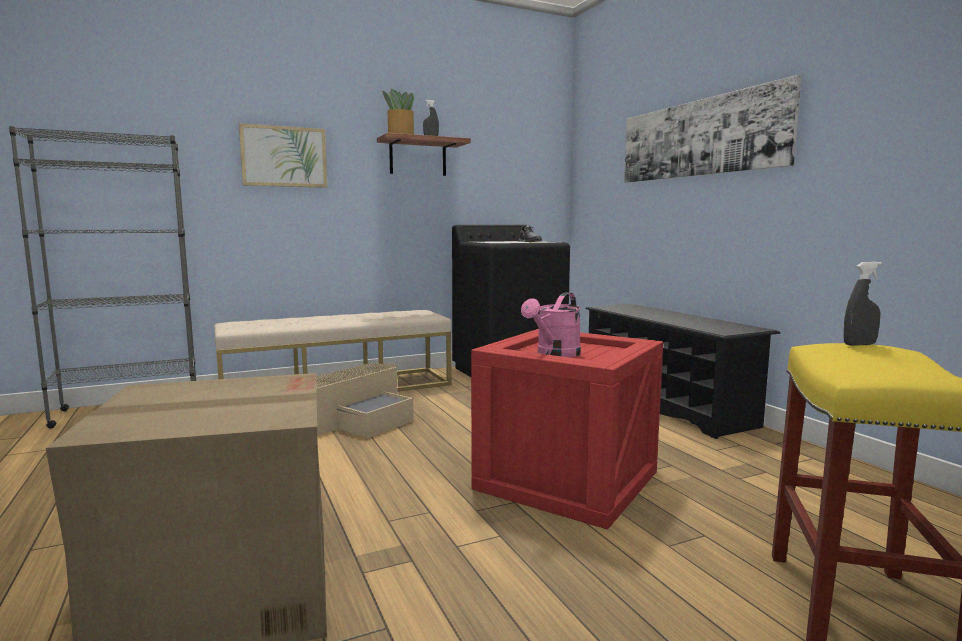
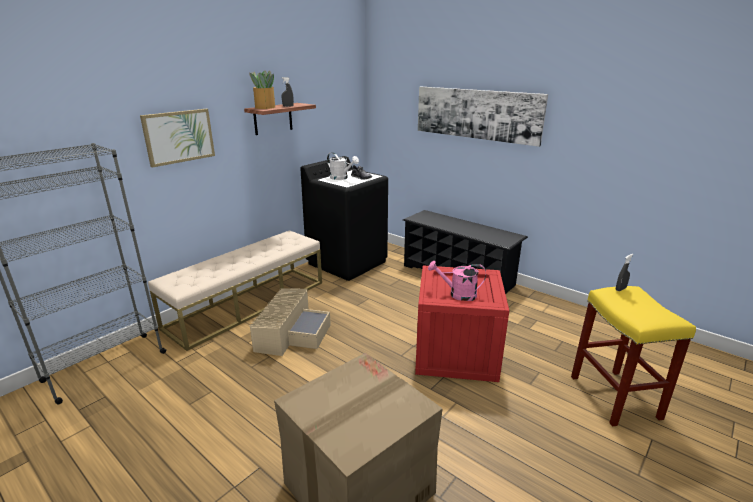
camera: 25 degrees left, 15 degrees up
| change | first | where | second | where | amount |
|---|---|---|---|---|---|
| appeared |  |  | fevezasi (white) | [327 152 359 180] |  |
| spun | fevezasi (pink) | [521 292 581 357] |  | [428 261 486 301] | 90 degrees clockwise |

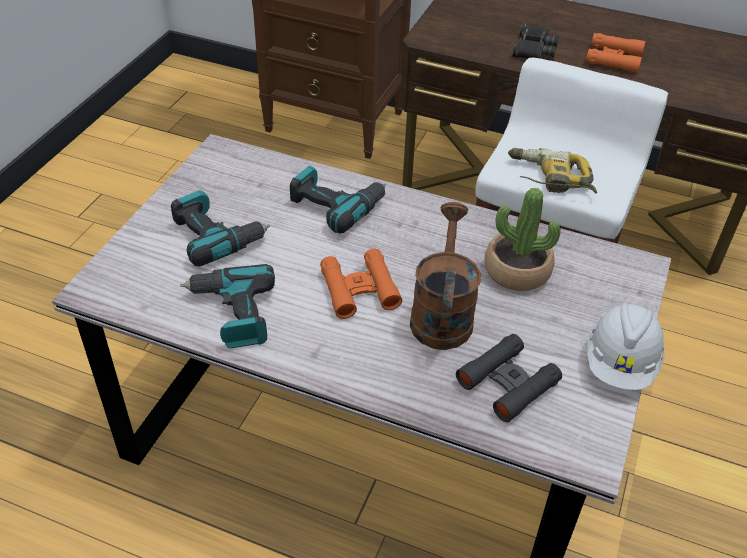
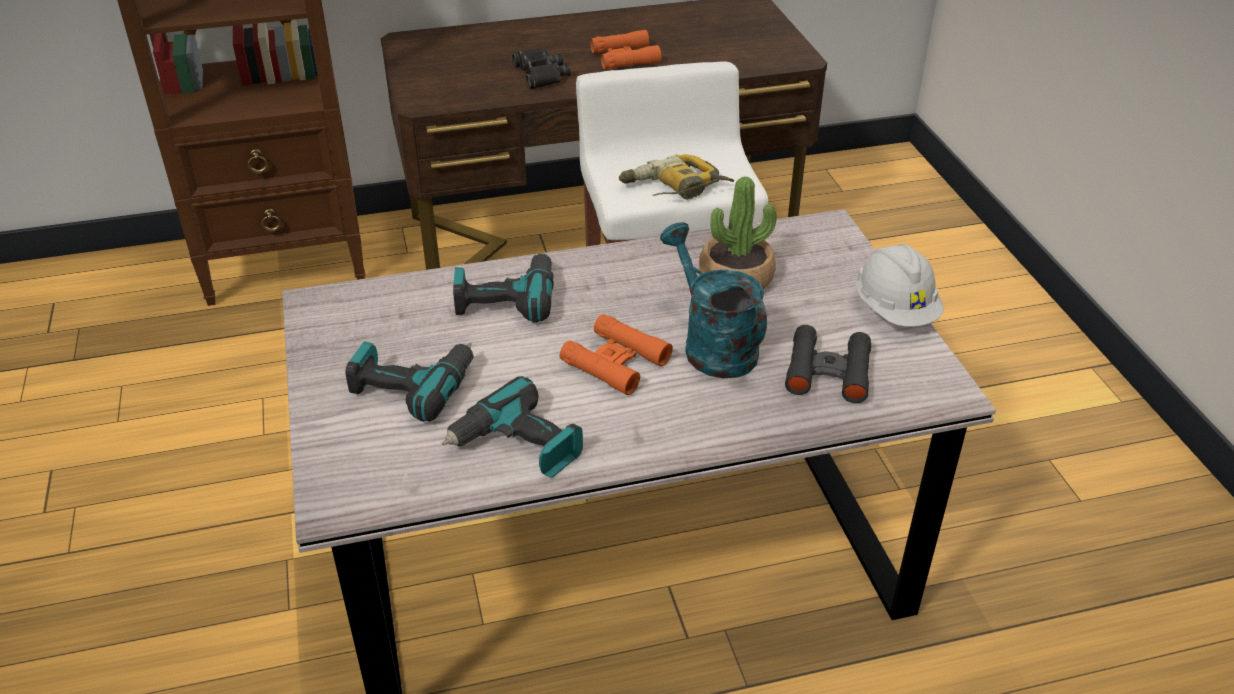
camera: 35 degrees left, 5 degrees down
| change | first | where | second | where | amount |
|---|---|---|---|---|---|
| colour | fevezasi (brown) | [410 202 481 350] | fevezasi (turquoise) | [660 222 767 378] |  |

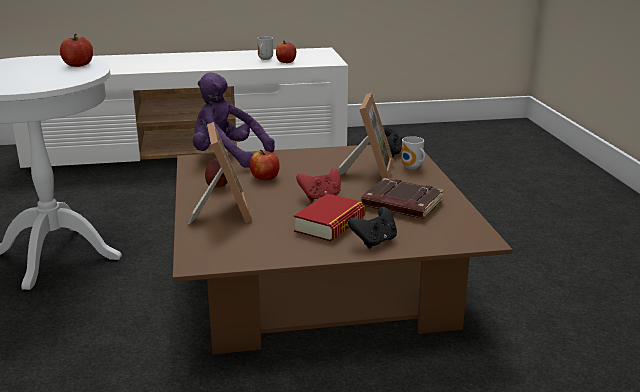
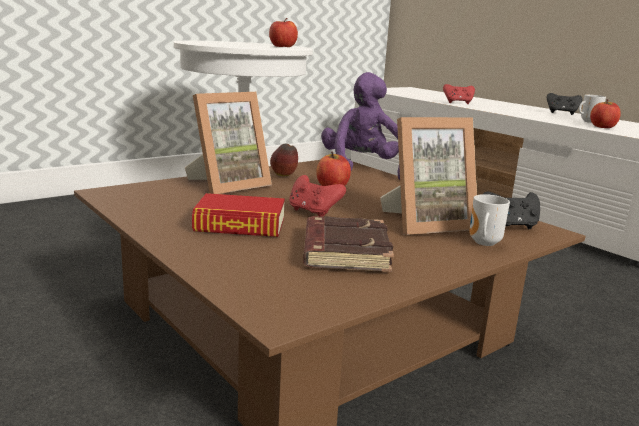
camera: 60 degrees right, 5 degrees down
| change | first | where | second | where | amount |
|---|---|---|---|---|---|
| appeared |  |  | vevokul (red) | [443 84 475 104] |  |
| relocated | vevokul (black) | [348 207 397 248] |  | [547 93 583 115] |  |

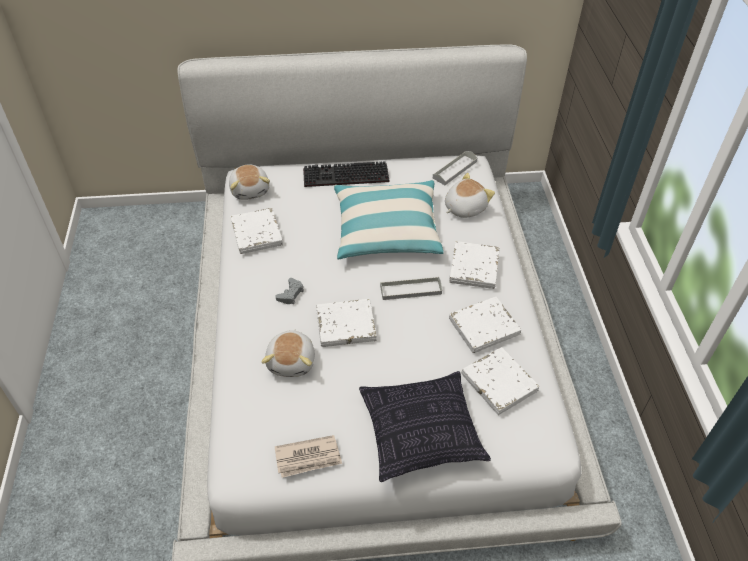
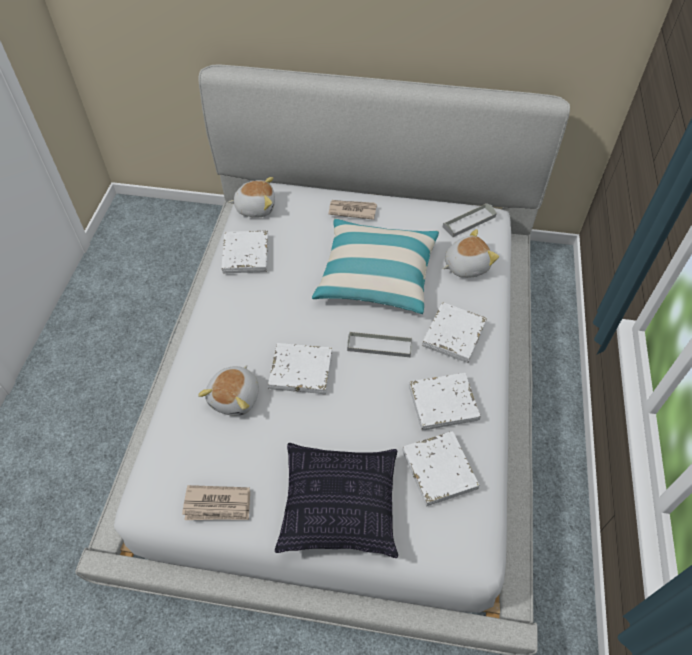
camera: 15 degrees right, 5 degrees up
| change | first | where | second | where | amount |
|---|---|---|---|---|---|
| missing | vevokul (grey) | [276 278 304 304] |  |  |  |
| exchanged | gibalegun | [303 161 389 187] | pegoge | [329 200 377 220] |  |
| spun | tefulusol | [229 165 270 200] |  | [228 177 275 217] | 90 degrees counterclockwise |

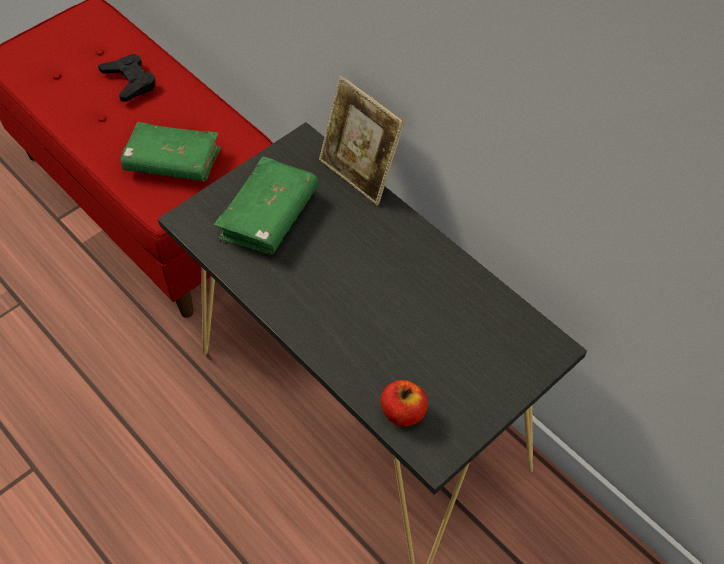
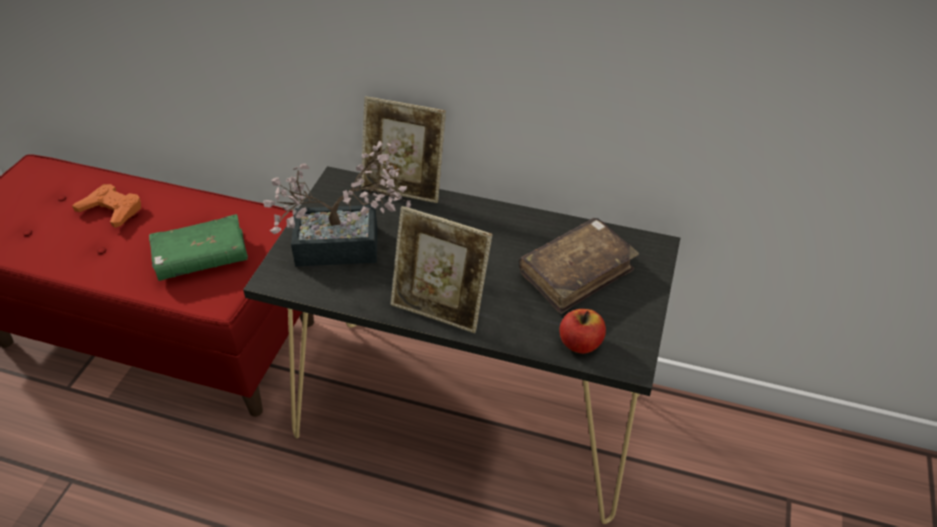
camera: 30 degrees left, 10 degrees down
| change | first | where | second | where | amount |
|---|---|---|---|---|---|
| appeared |  |  | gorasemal | [391 206 492 333] |  |
| appeared |  |  | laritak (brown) | [519 218 639 314] |  |
| exchanged | laritak (green) | [214 157 319 255] | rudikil | [263 140 411 266] |  |
| colour | vevokul (black) | [98 54 155 101] | vevokul (orange) | [72 184 141 228] |  |

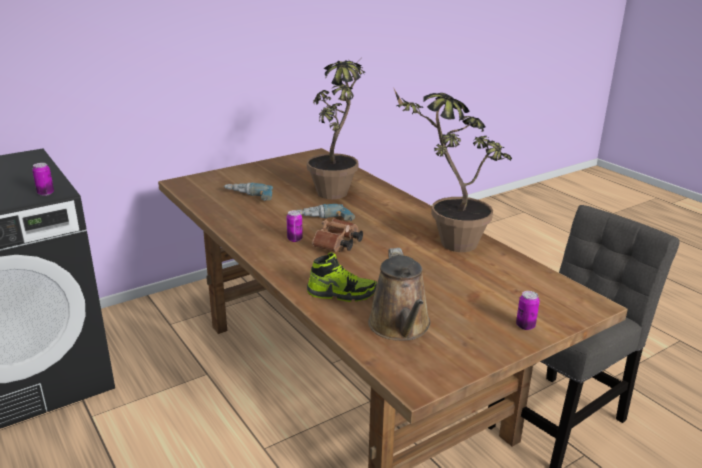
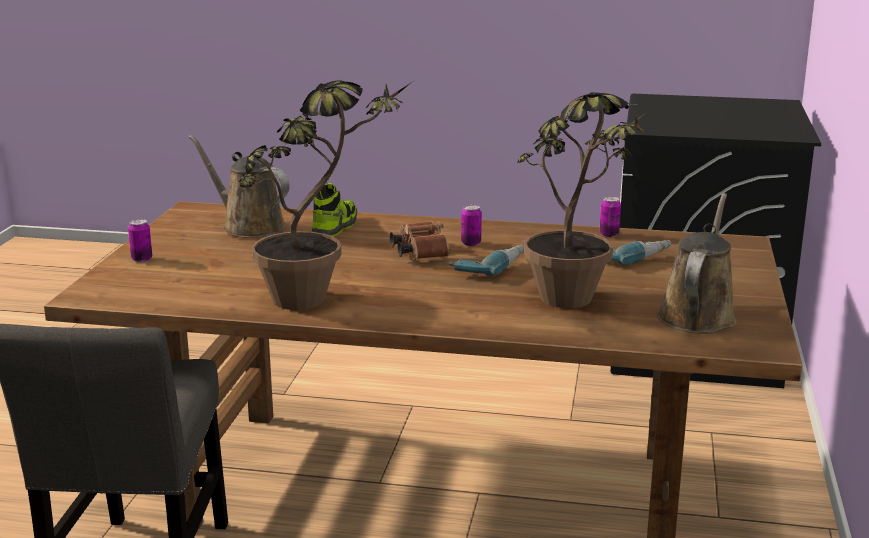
camera: 135 degrees right, 5 degrees down
| change | first | where | second | where | amount |
|---|---|---|---|---|---|
| appeared |  |  | fevezasi (brown) | [657 193 736 334] |  |
| relocated | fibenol | [32 163 54 196] |  | [600 196 621 237] |  |
| spun | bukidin | [307 252 377 302] |  | [312 183 357 237] | 150 degrees clockwise |

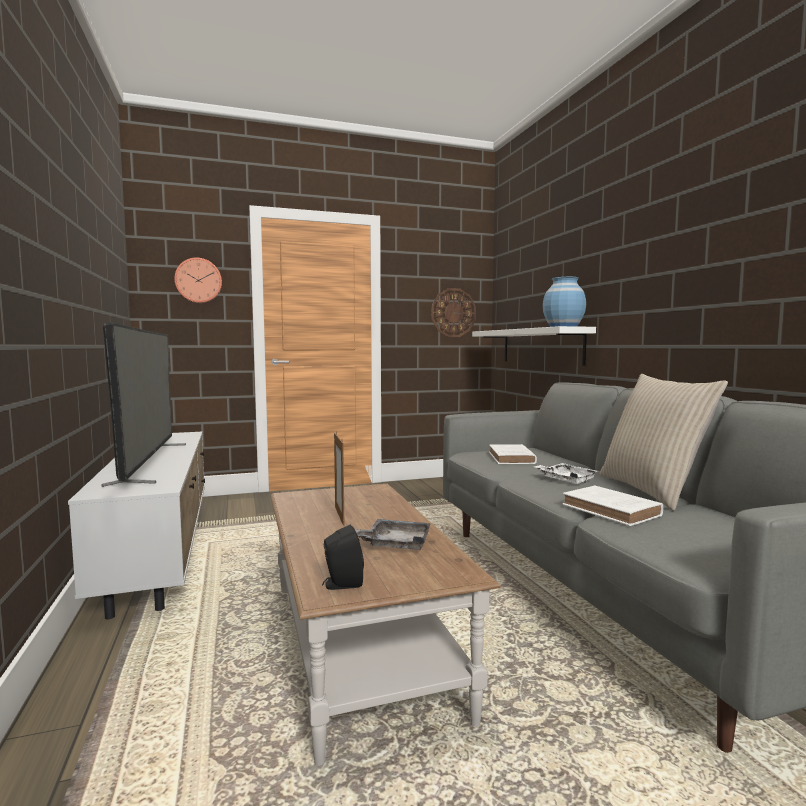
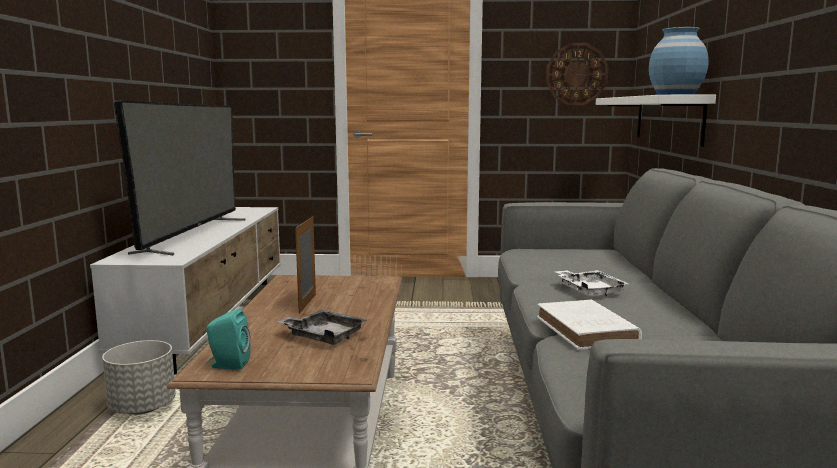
camera: 20 degrees right, 5 degrees up
| change | first | where | second | where | amount |
|---|---|---|---|---|---|
| missing | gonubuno | [174 258 222 303] |  |  |  |
| missing | laritak (white) | [489 444 537 464] |  |  |  |
| missing | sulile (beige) | [599 374 728 511] |  |  |  |
| appeared |  |  | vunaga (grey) | [102 340 176 415] |  |
| colour | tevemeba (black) | [322 525 364 590] | tevemeba (turquoise) | [206 308 250 370] |  |

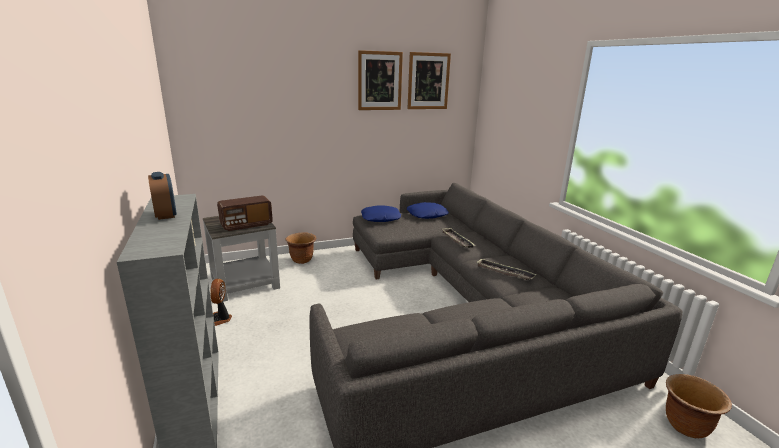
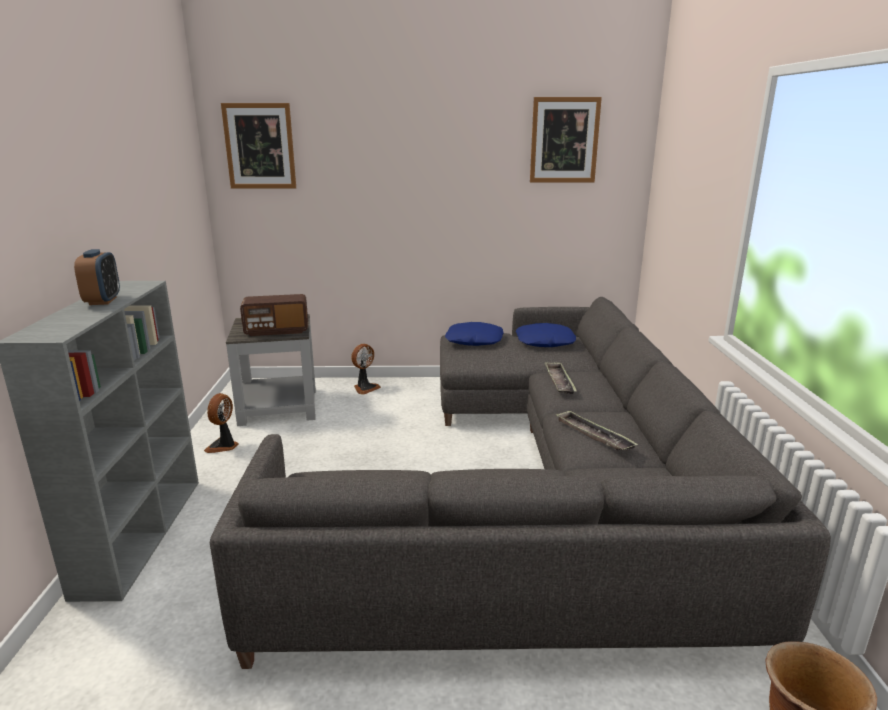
camera: 20 degrees right, 0 degrees up
| change | first | where | second | where | amount |
|---|---|---|---|---|---|
| relocated | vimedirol | [358 50 403 110] |  | [221 103 296 189] |  |
| exchanged | vunaga (brown) | [285 232 316 264] | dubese | [351 344 381 395] |  |

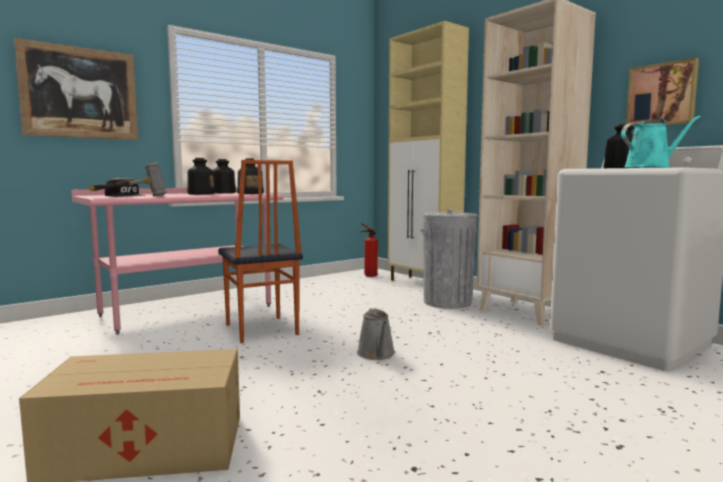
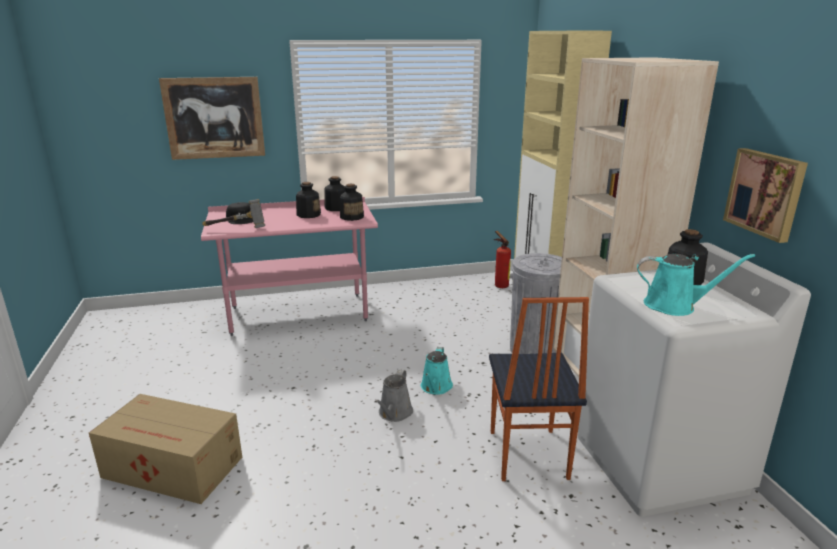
camera: 25 degrees right, 15 degrees up
| change | first | where | second | where | amount |
|---|---|---|---|---|---|
| appeared |  |  | fevezasi (turquoise) | [421 347 453 395] |  |
| relocated | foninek | [218 160 303 344] |  | [489 297 589 481] |  |

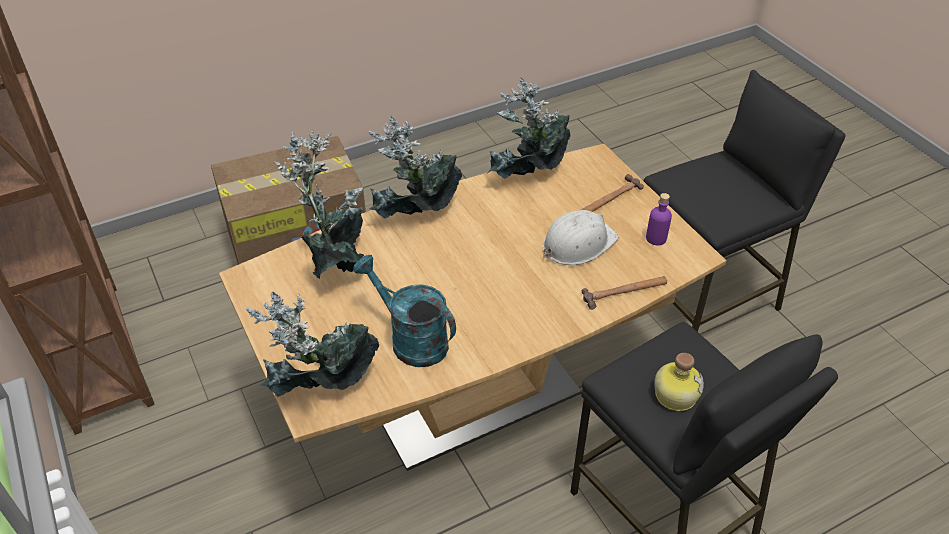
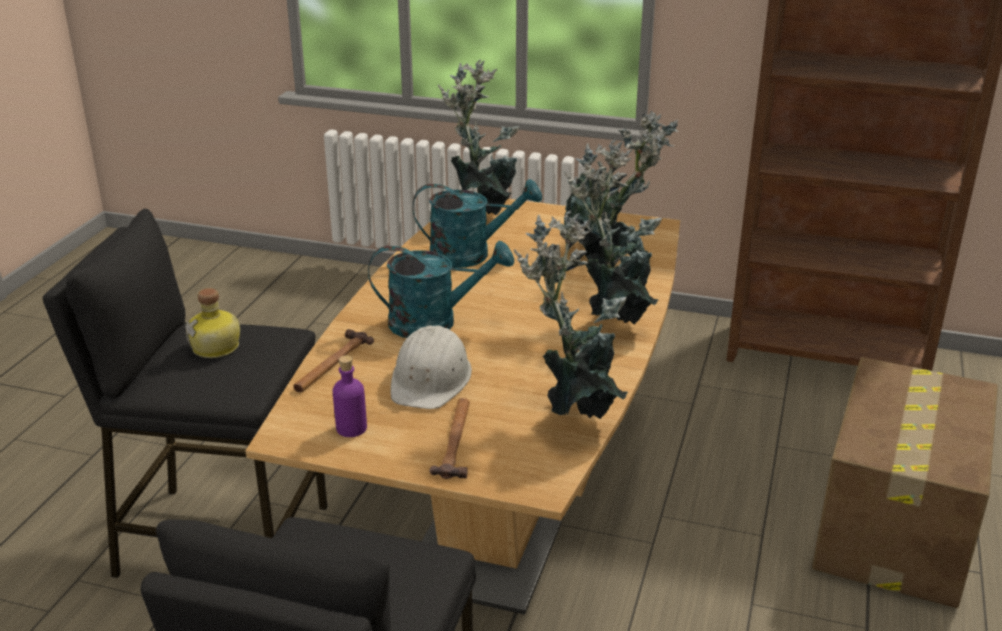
camera: 135 degrees right, 15 degrees down
| change | first | where | second | where | amount |
|---|---|---|---|---|---|
| appeared |  |  | fevezasi (turquoise) | [368 241 514 338] |  |

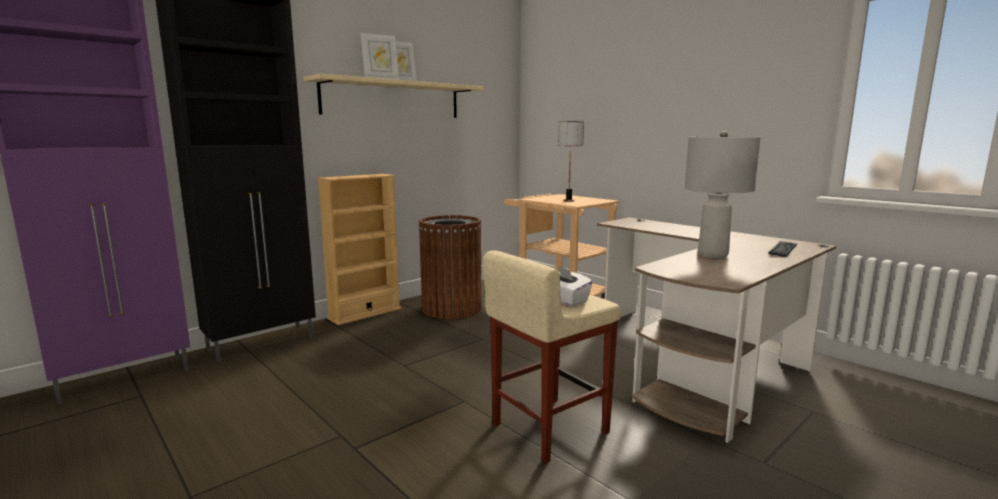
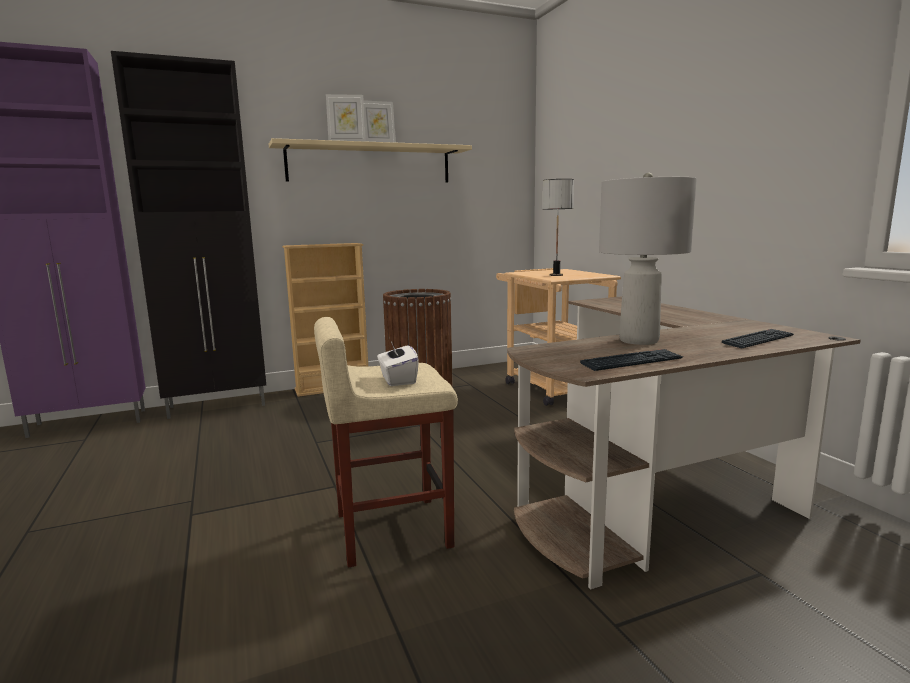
camera: 20 degrees right, 0 degrees up
| change | first | where | second | where | amount |
|---|---|---|---|---|---|
| appeared |  |  | gibalegun | [580 349 683 371] |  |

